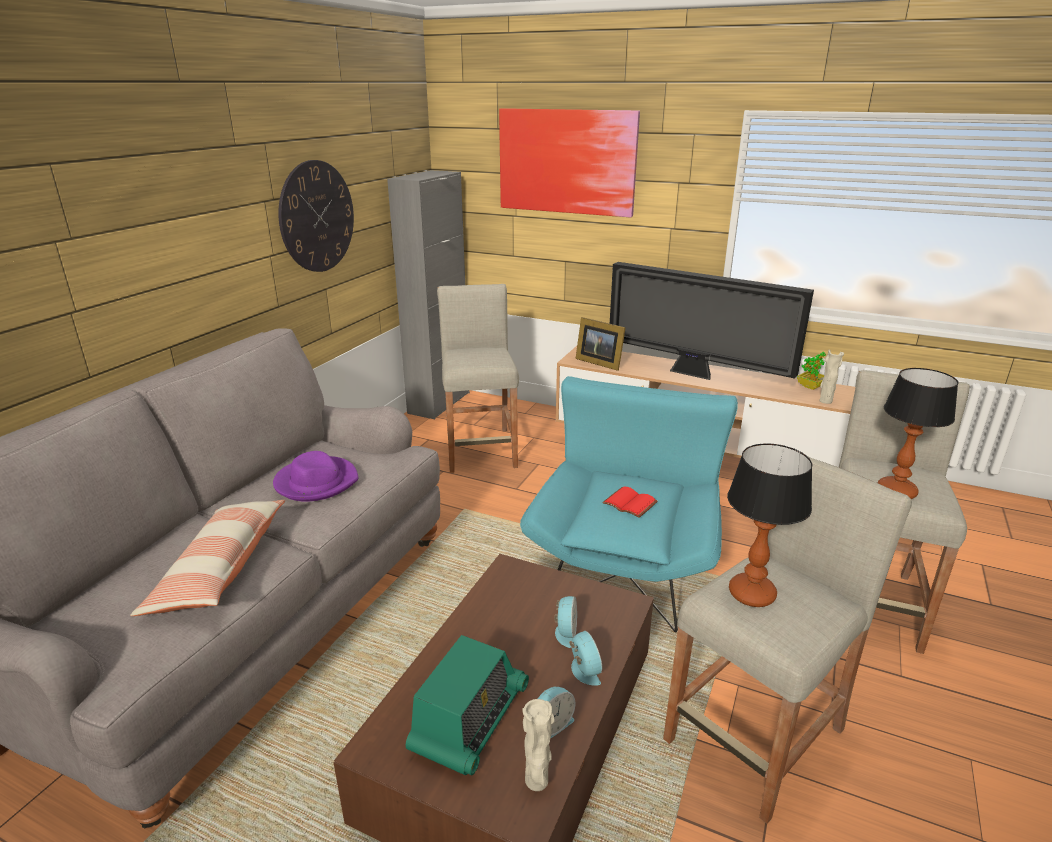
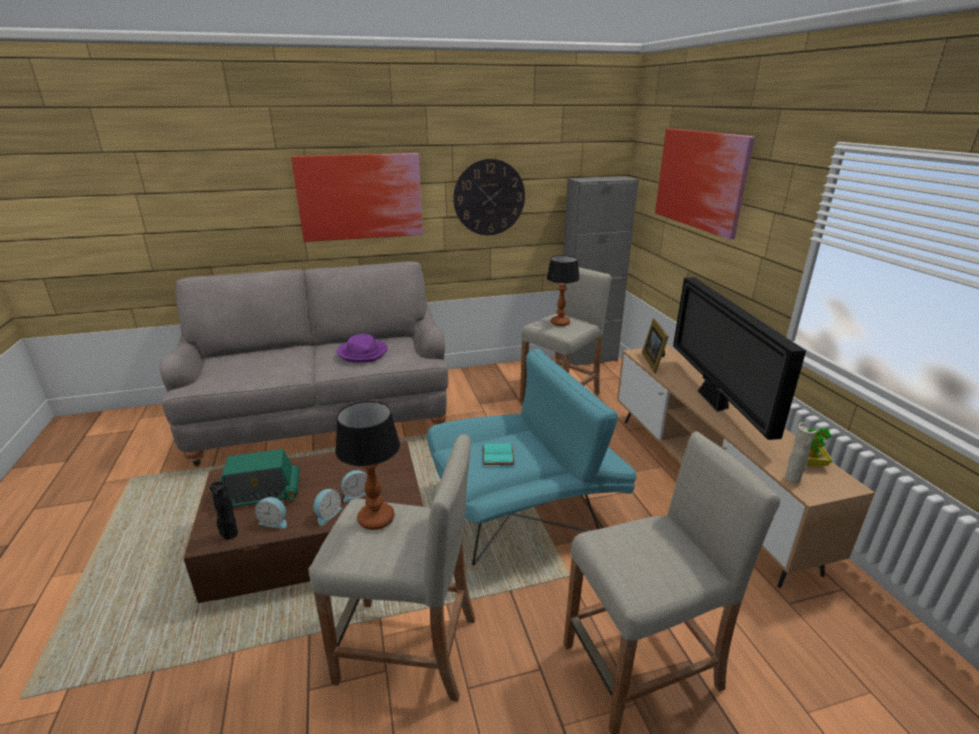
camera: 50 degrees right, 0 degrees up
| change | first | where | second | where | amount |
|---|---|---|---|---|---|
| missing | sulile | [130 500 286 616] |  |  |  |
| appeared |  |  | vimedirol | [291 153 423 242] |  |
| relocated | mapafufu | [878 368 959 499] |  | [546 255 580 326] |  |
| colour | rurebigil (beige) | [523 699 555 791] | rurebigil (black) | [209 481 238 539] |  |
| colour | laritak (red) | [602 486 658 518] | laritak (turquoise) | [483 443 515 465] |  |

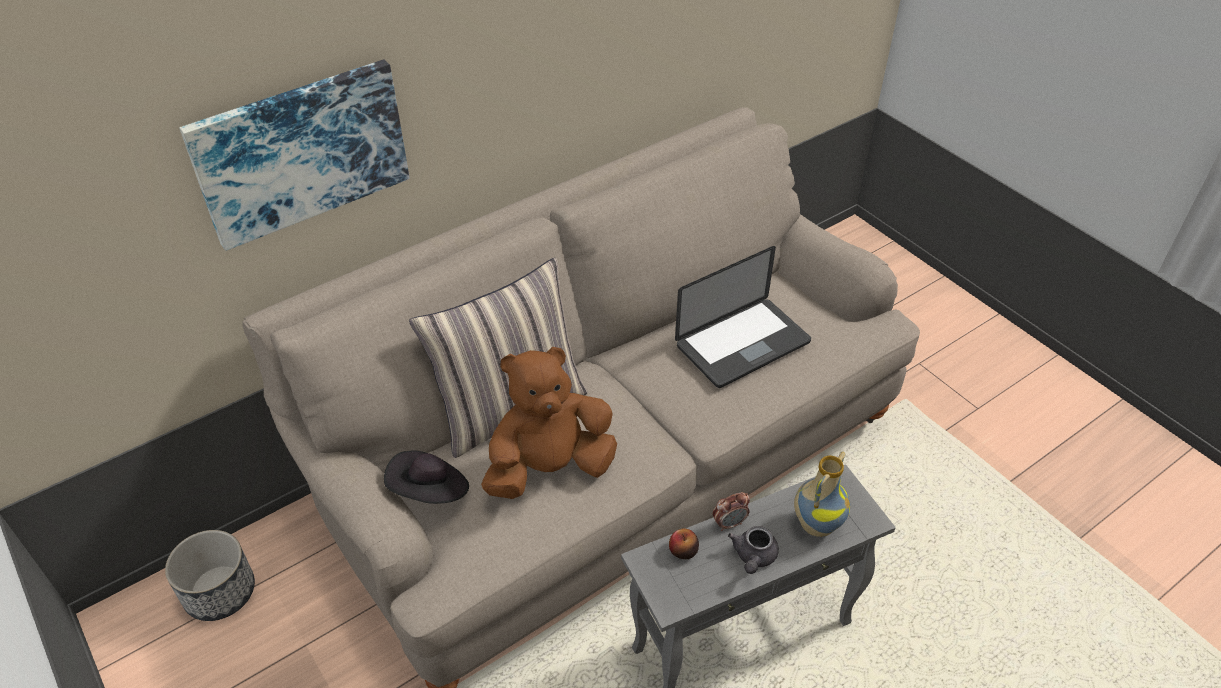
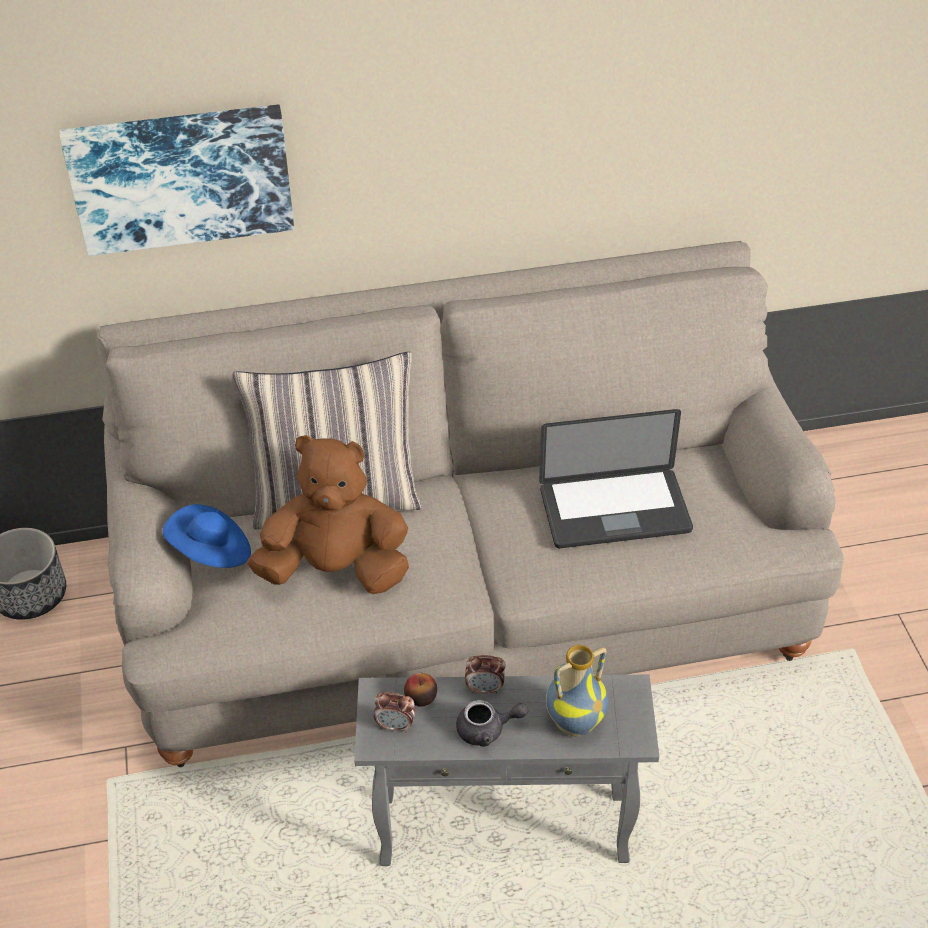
camera: 25 degrees right, 0 degrees up
| change | first | where | second | where | amount |
|---|---|---|---|---|---|
| appeared |  |  | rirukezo | [374 692 415 732] |  |
| colour | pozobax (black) | [384 451 469 504] | pozobax (blue) | [162 504 251 568] |  |
| spun | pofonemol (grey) | [728 526 779 574] |  | [456 700 528 747] | 135 degrees counterclockwise |

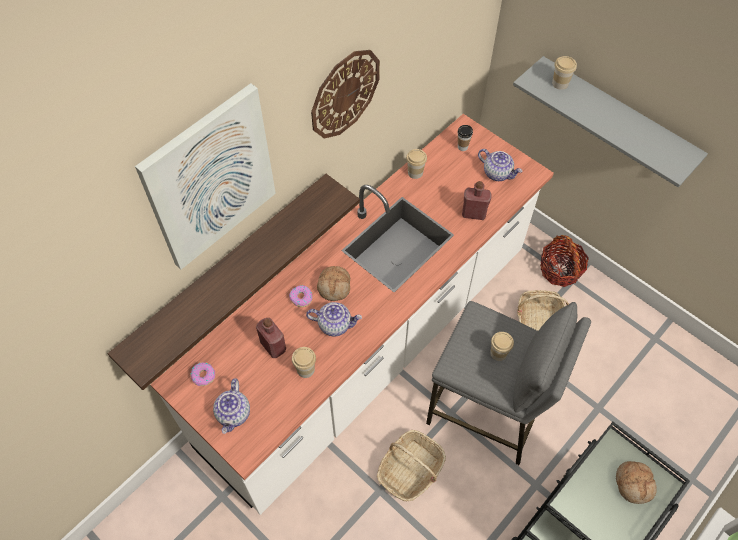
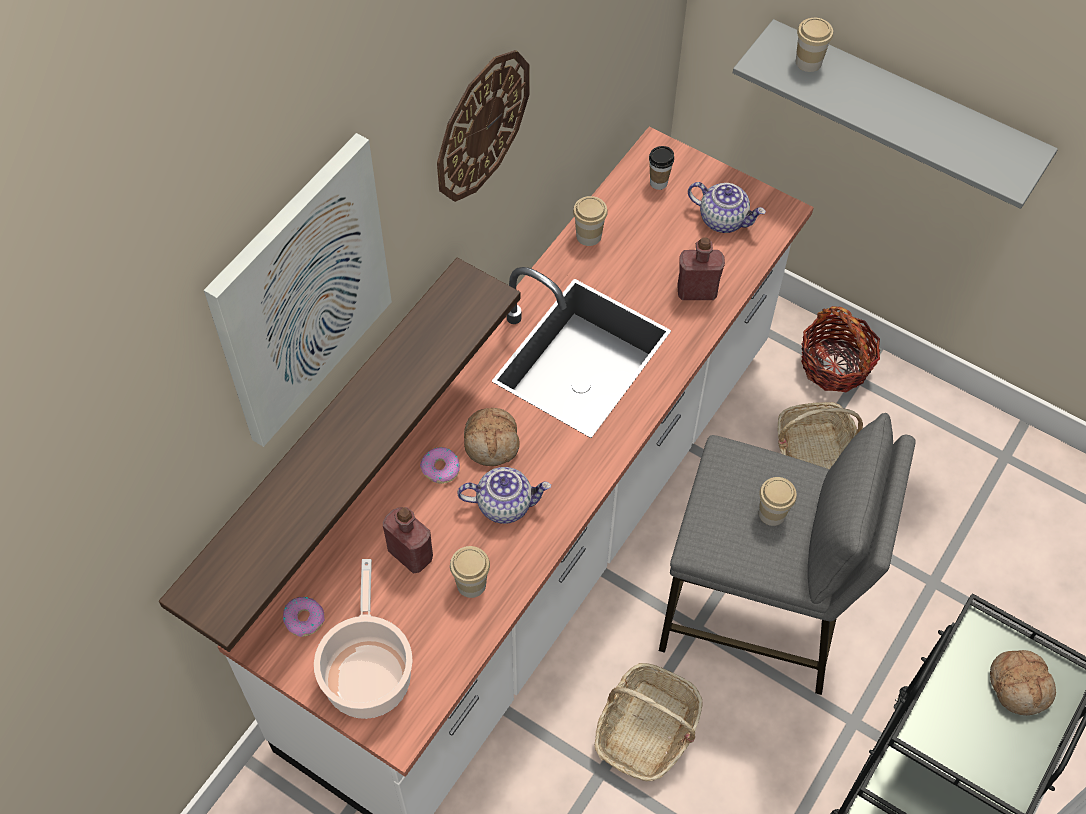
camera: 10 degrees left, 0 degrees up
| change | first | where | second | where | amount |
|---|---|---|---|---|---|
| exchanged | pofonemol | [213 379 250 434] | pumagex | [314 559 413 719] |  |

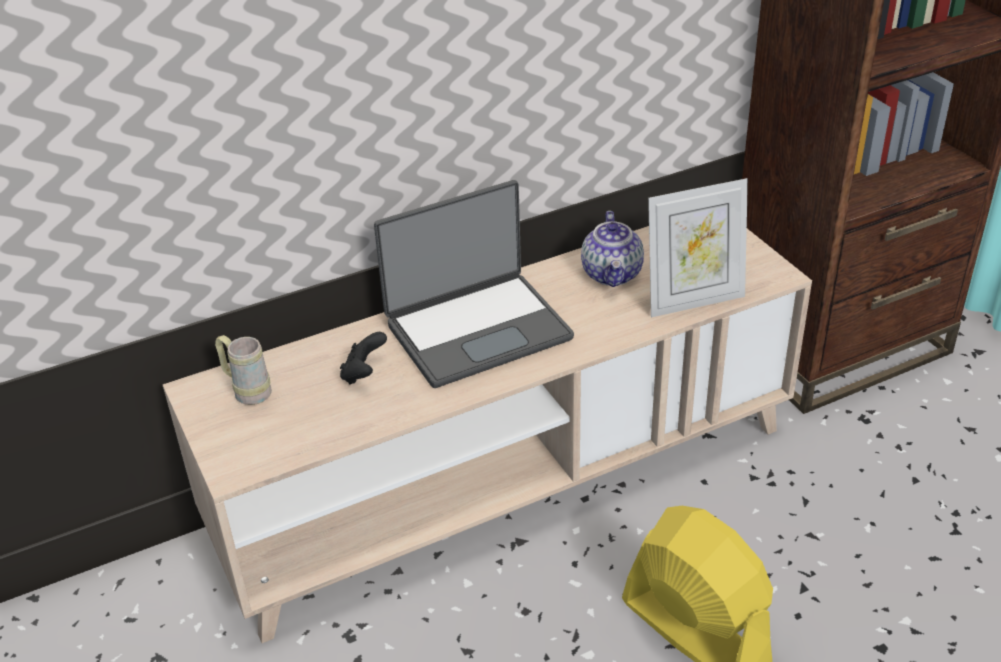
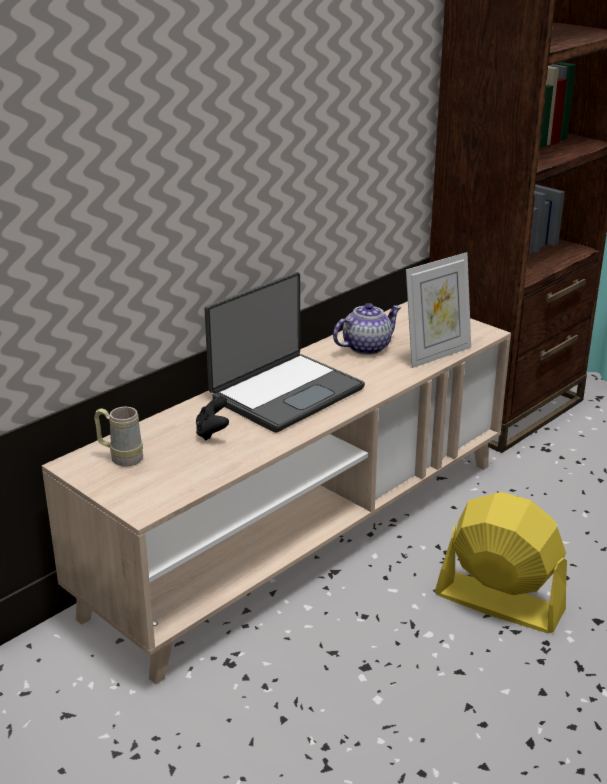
camera: 20 degrees left, 10 degrees down
| change | first | where | second | where | amount |
|---|---|---|---|---|---|
| spun | pofonemol | [581 211 644 287] |  | [333 303 402 355] | 105 degrees counterclockwise |

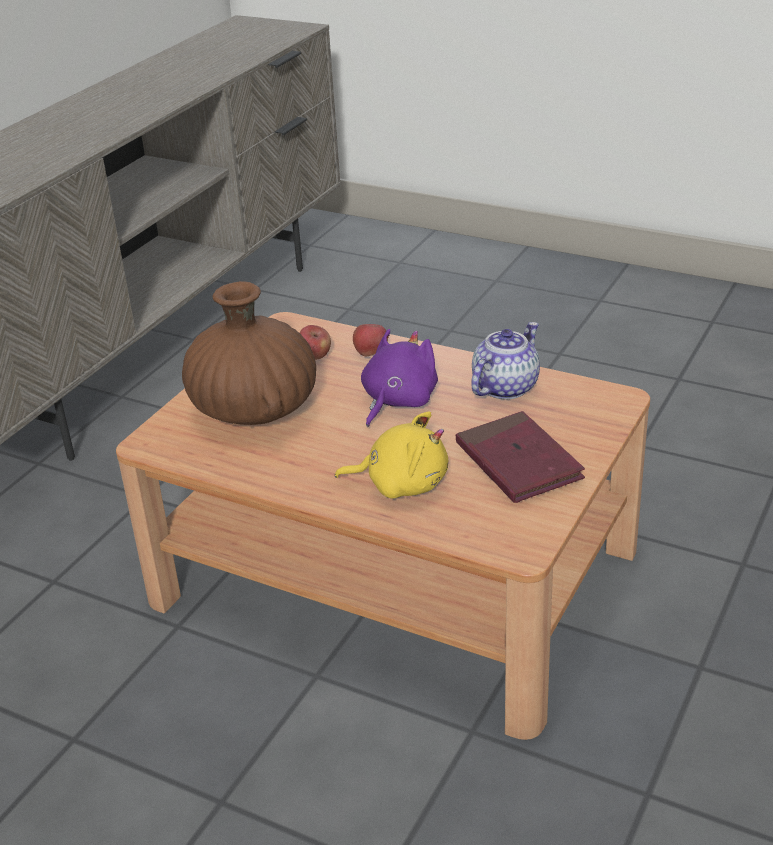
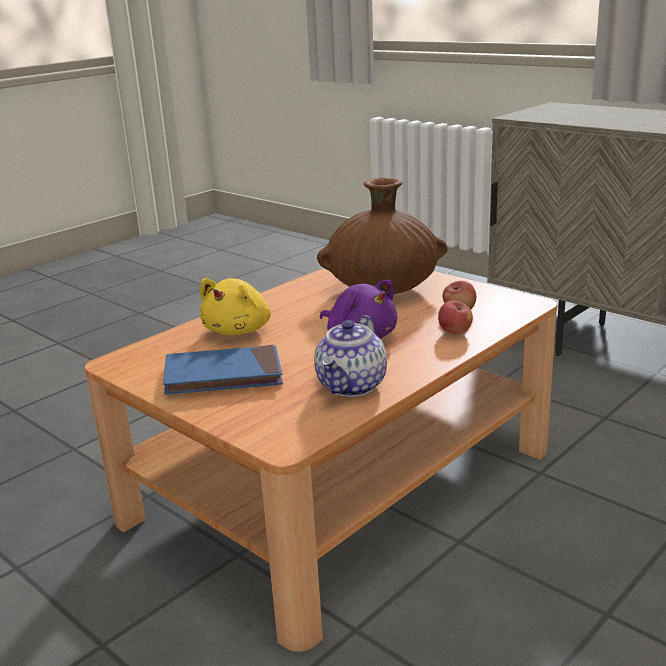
camera: 105 degrees right, 10 degrees down
| change | first | where | second | where | amount |
|---|---|---|---|---|---|
| colour | laritak (red) | [456 411 585 503] | laritak (blue) | [163 345 283 395] |  |
| spun | pofonemol | [471 322 540 399] |  | [314 315 387 397] | 60 degrees clockwise |

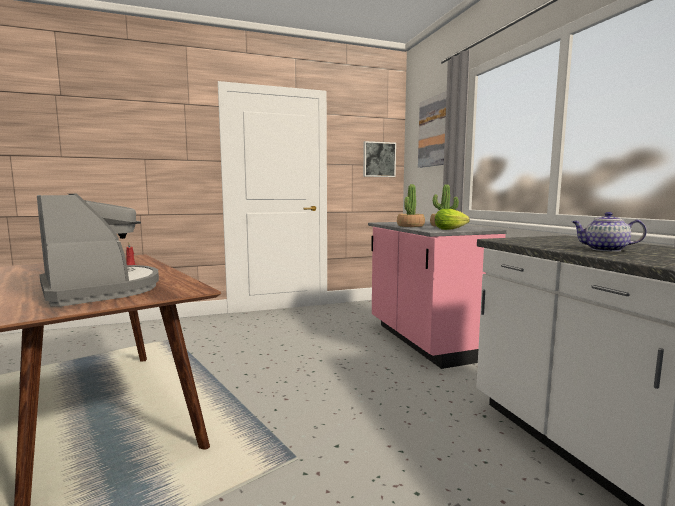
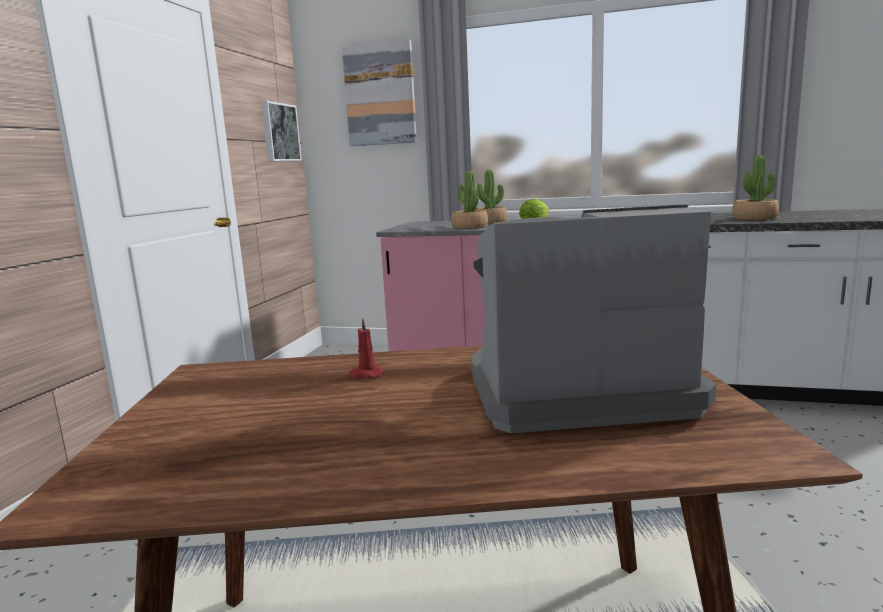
camera: 55 degrees left, 5 degrees up
| change | first | where | second | where | amount |
|---|---|---|---|---|---|
| exchanged | pofonemol | [572 212 647 252] | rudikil | [732 155 779 220] |  |

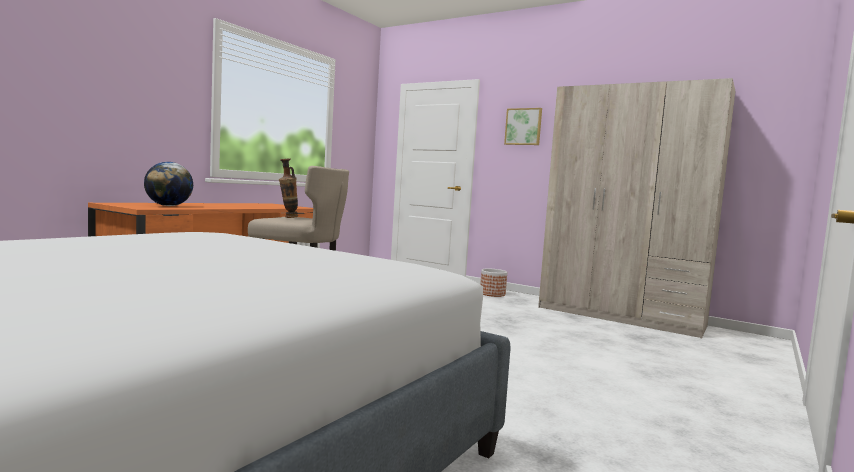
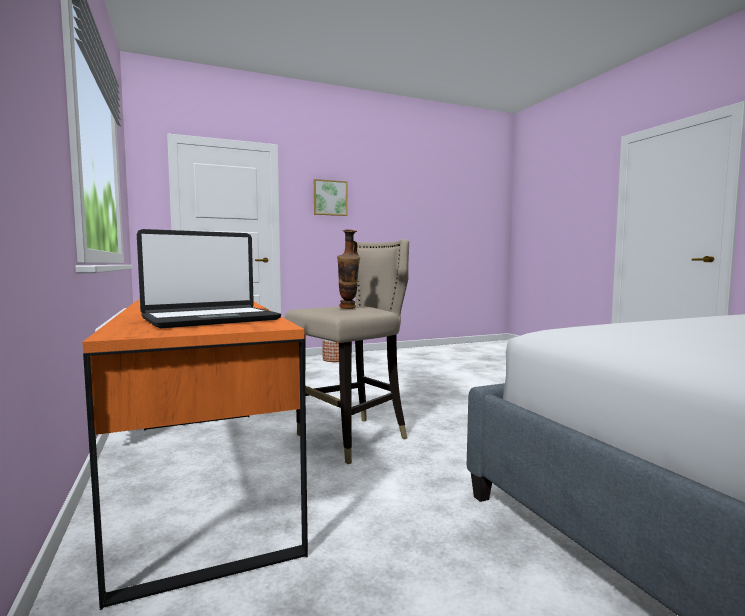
camera: 55 degrees left, 0 degrees up
| change | first | where | second | where | amount |
|---|---|---|---|---|---|
| missing | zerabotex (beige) | [538 78 735 338] |  |  |  |
| exchanged | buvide | [144 162 193 206] | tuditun | [137 229 281 328] |  |

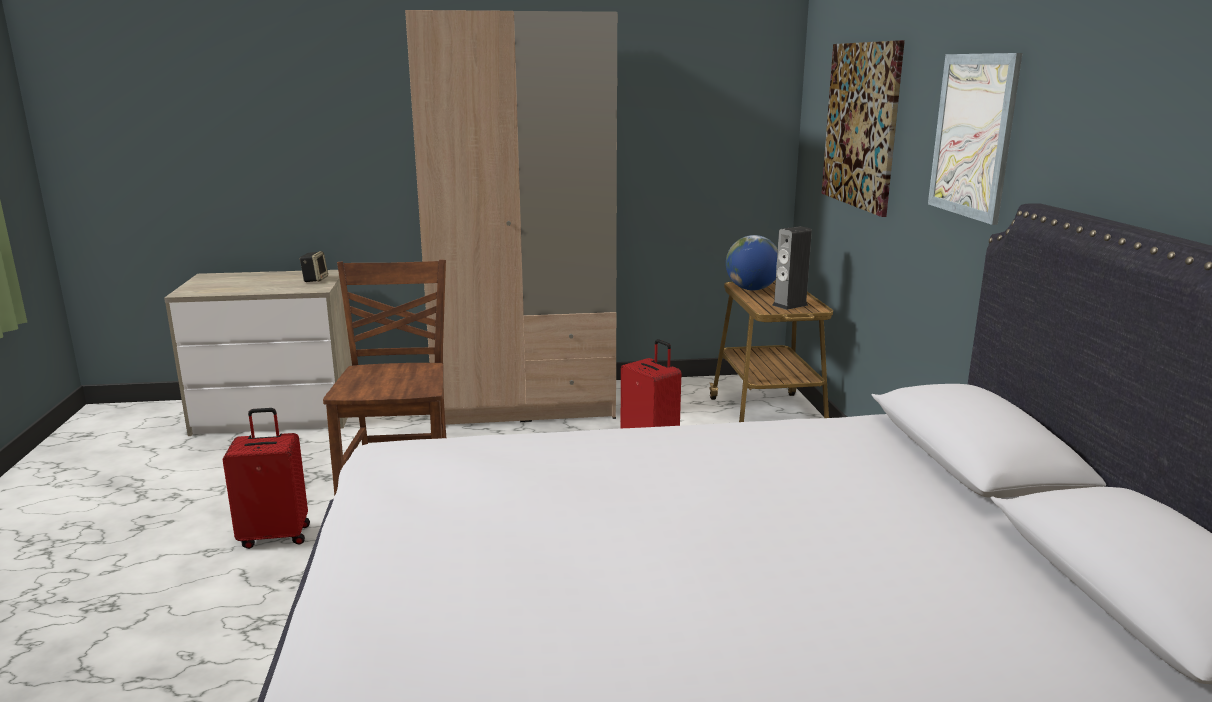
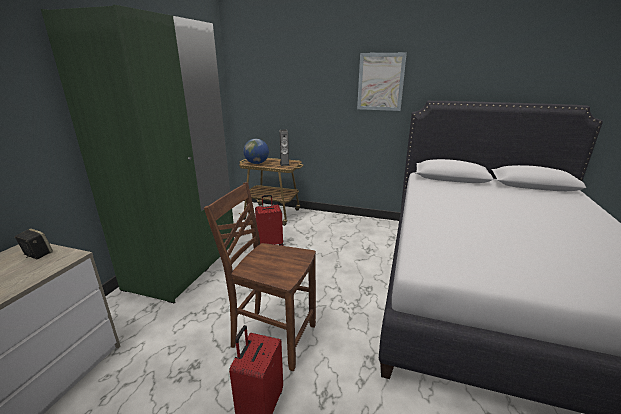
camera: 65 degrees left, 5 degrees up
| change | first | where | second | where | amount |
|---|---|---|---|---|---|
| missing | vimedirol | [821 40 905 217] |  |  |  |
| colour | zerabotex (beige) | [405 10 617 425] | zerabotex (green) | [41 4 234 303] |  |

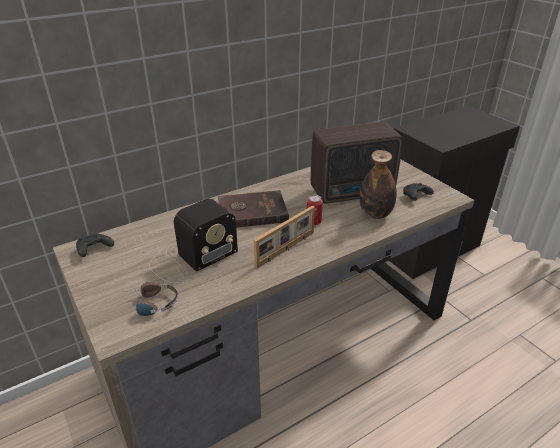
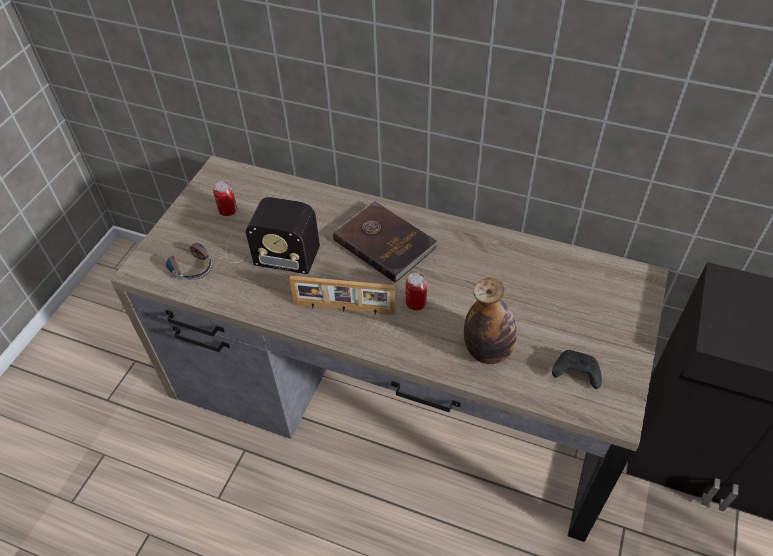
camera: 55 degrees right, 15 degrees up
| change | first | where | second | where | amount |
|---|---|---|---|---|---|
| missing | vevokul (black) | [76 234 114 257] |  |  |  |
| missing | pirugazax | [311 122 403 203] |  |  |  |
| appeared |  |  | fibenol | [213 181 237 216] |  |

